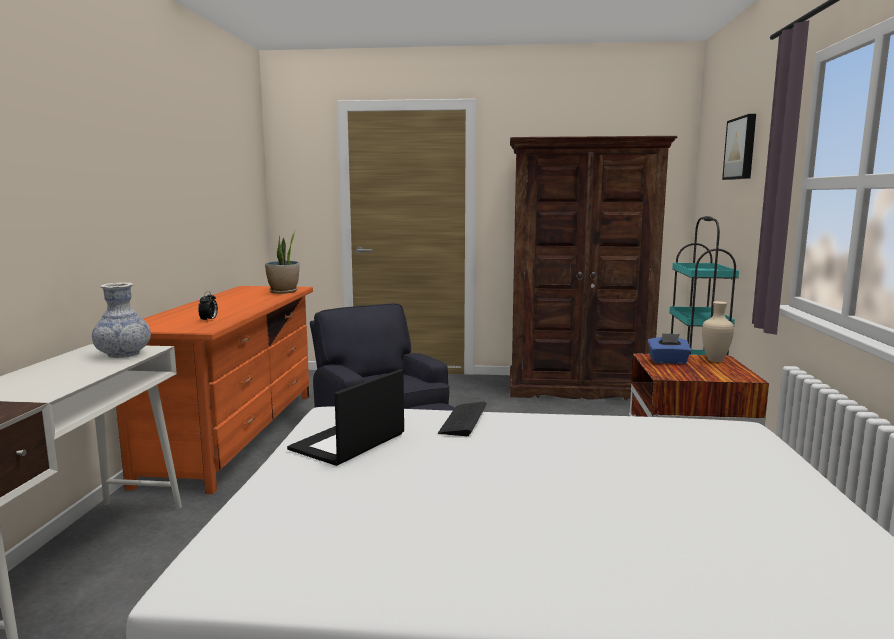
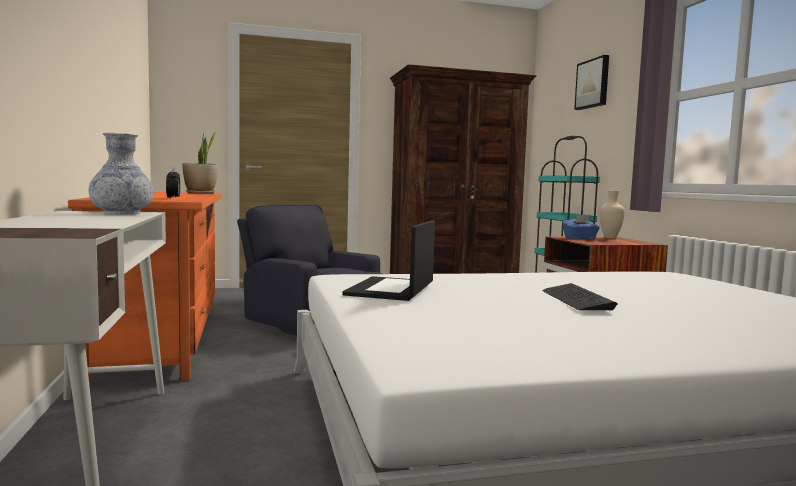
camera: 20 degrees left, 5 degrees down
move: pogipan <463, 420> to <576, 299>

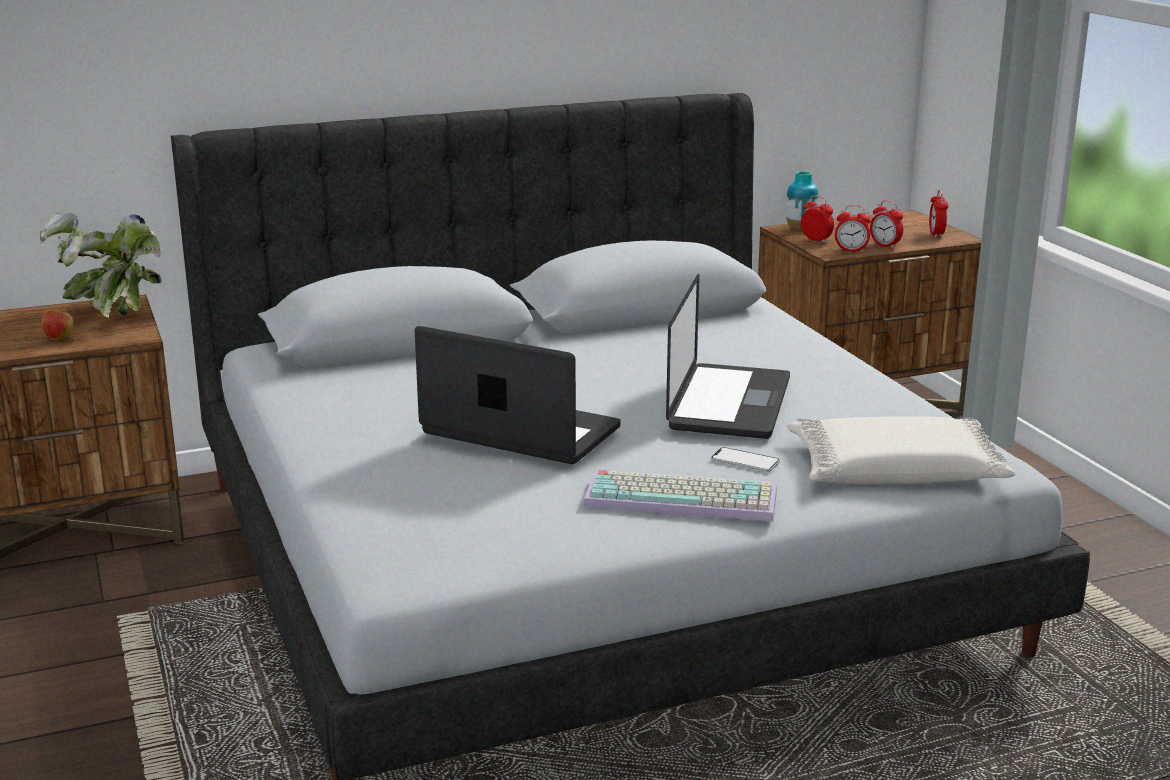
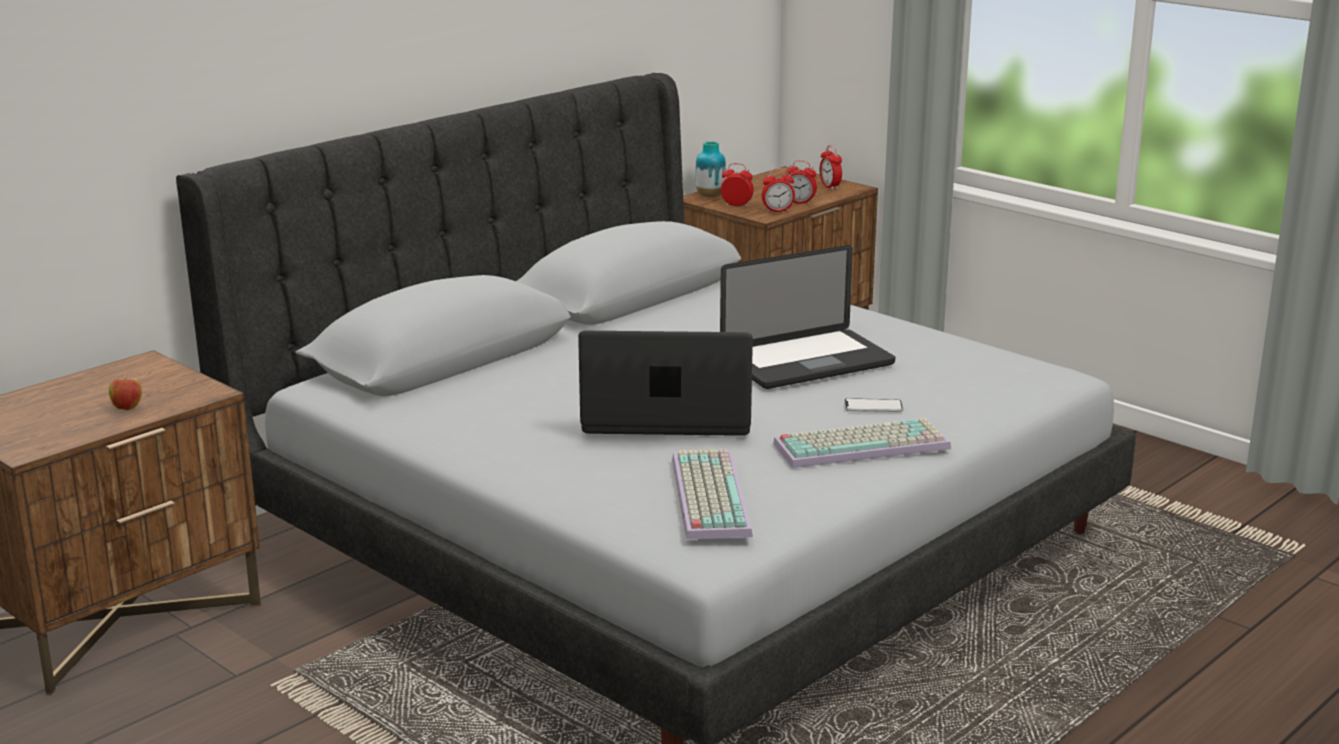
camera: 25 degrees left, 0 degrees up
delete: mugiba <114, 312>; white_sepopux <896, 465>
insert: pogipan <706, 495>
rotate: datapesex <729, 403> = <807, 362> 75 degrees clockwise

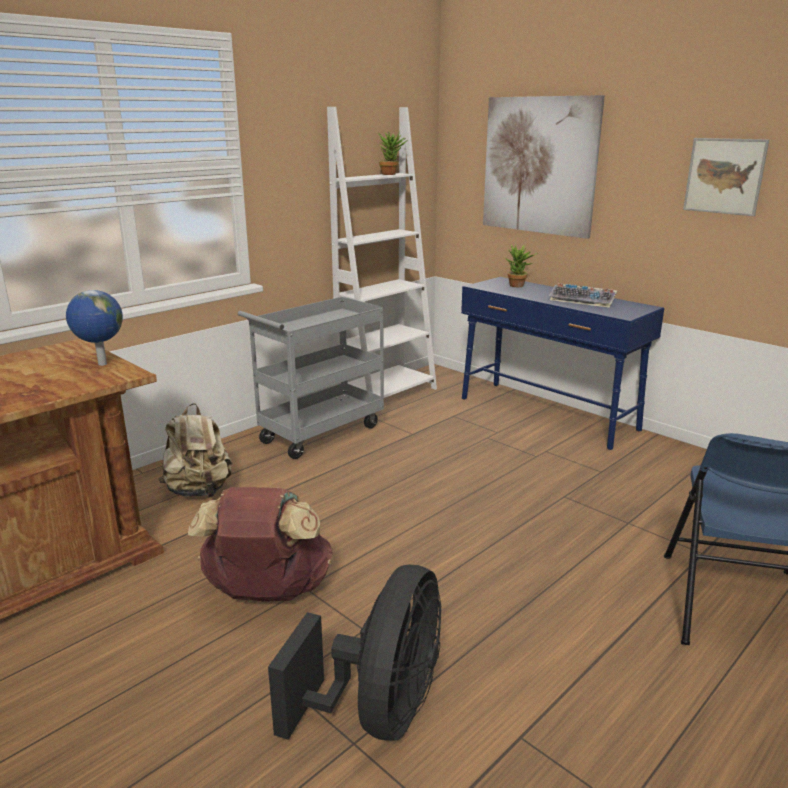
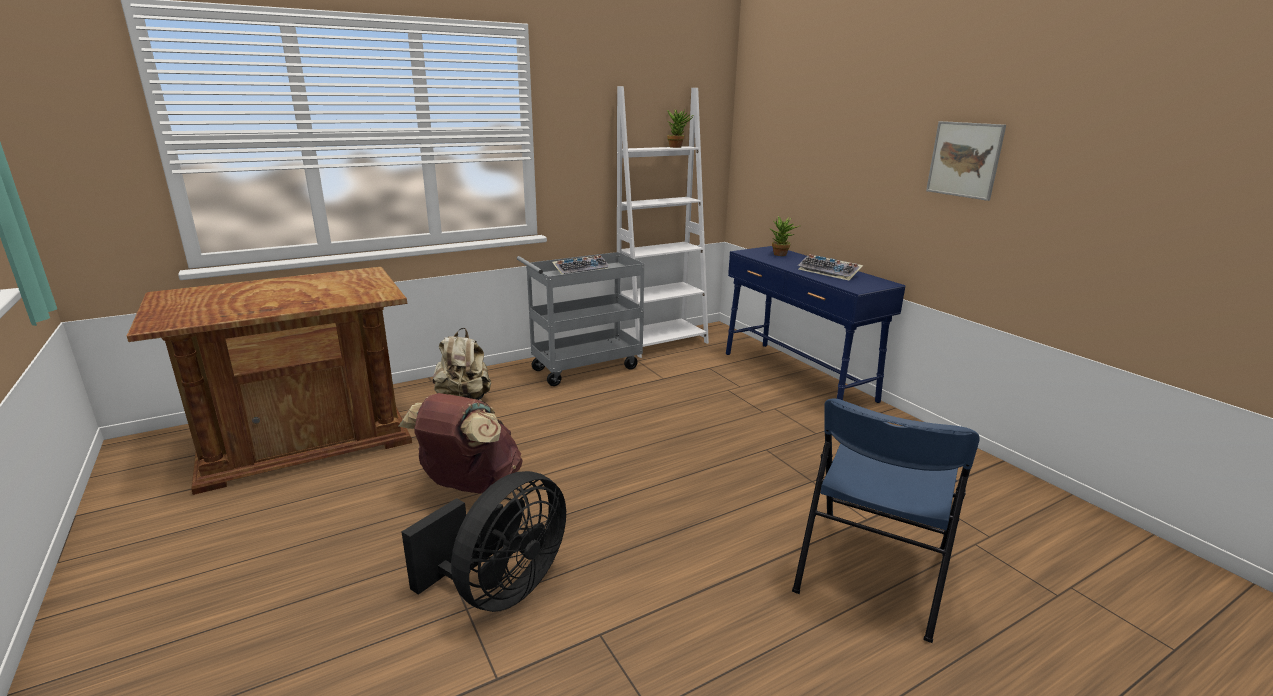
camera: 15 degrees right, 0 degrees up
delete: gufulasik <539, 166>; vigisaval <101, 364>
insert: pogipan <581, 270>

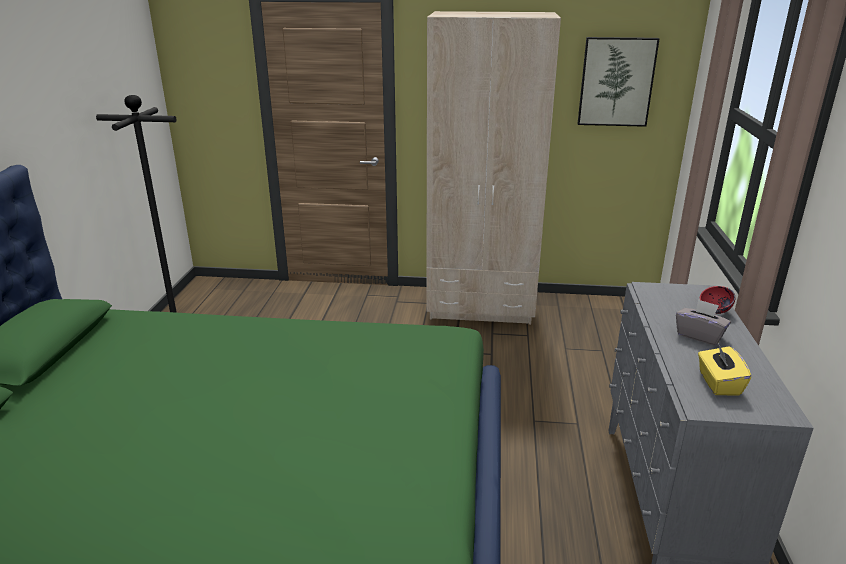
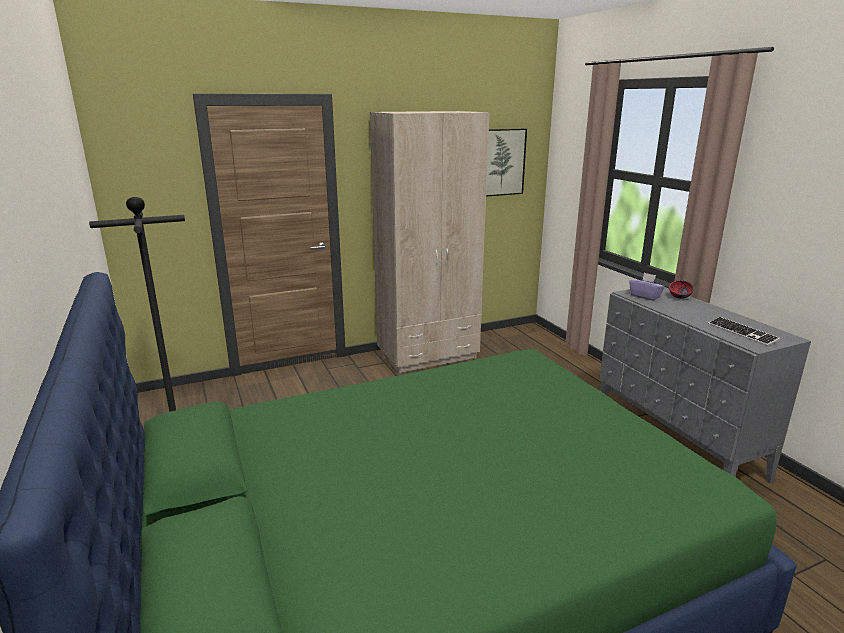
camera: 30 degrees left, 5 degrees down
delete: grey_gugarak <699, 335>
insert: purple_gugarak <645, 296>
replace: yellow_gugarak <718, 383> to pogipan <742, 332>

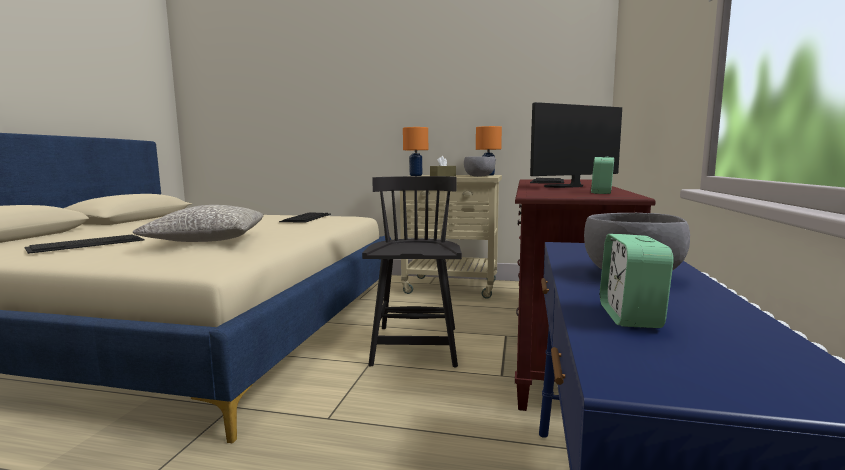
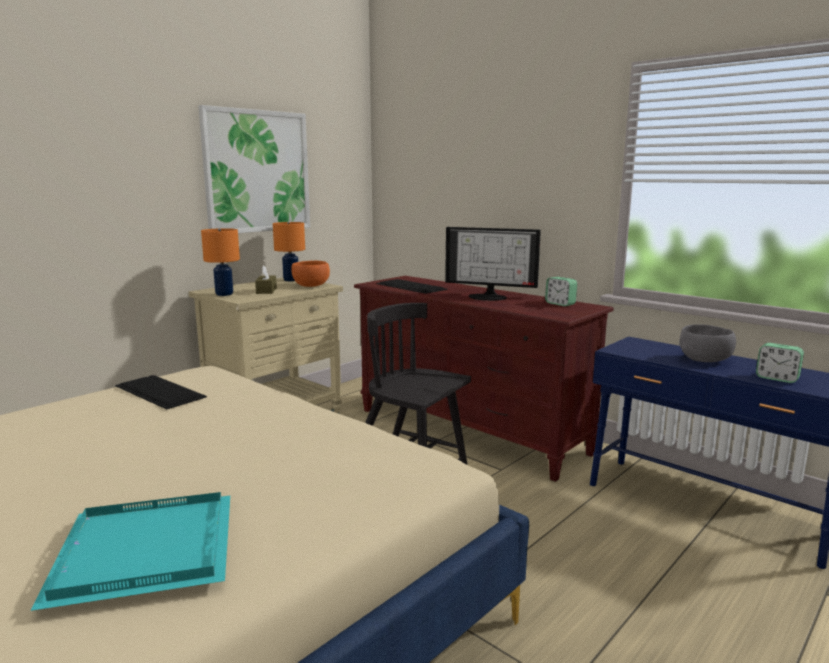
camera: 60 degrees left, 5 degrees up
delete: grey_sepopux <208, 240>
insert: gufulasik <257, 171>
replace: pogipan <88, 243> to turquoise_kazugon <143, 549>
recolor: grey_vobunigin <479, 176> to orange_vobunigin <311, 286>
rotate: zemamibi <566, 186> = <488, 296> 75 degrees counterclockwise

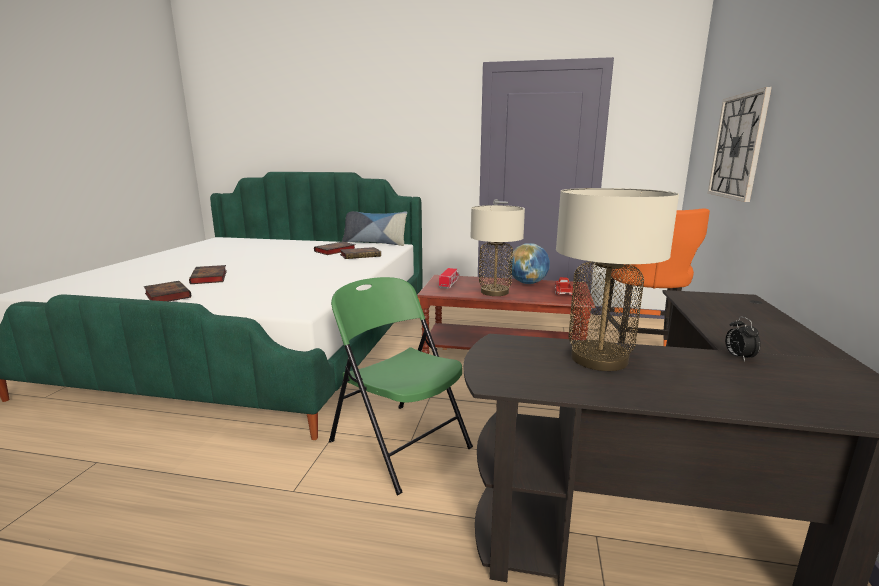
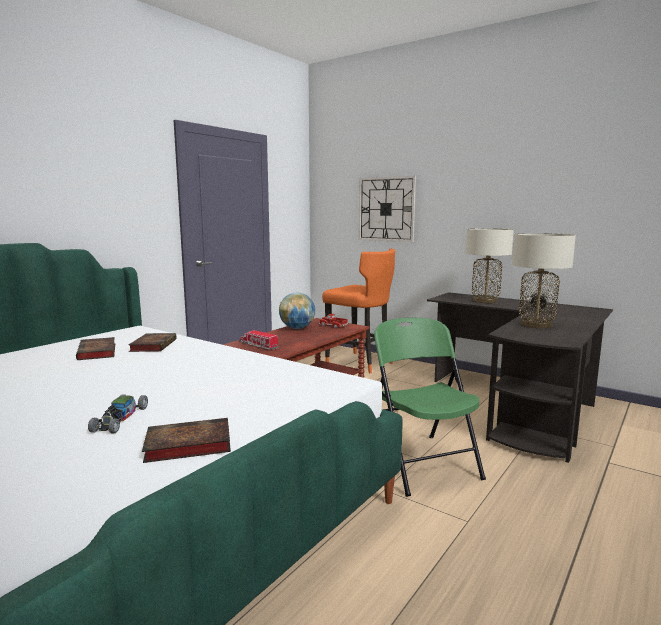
camera: 65 degrees left, 5 degrees down
delete: sepopux <374, 243>
move: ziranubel <494, 292> to <485, 301>
replace: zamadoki <209, 278> to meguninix <120, 419>
rotate: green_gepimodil <400, 444> = <421, 463> 90 degrees clockwise

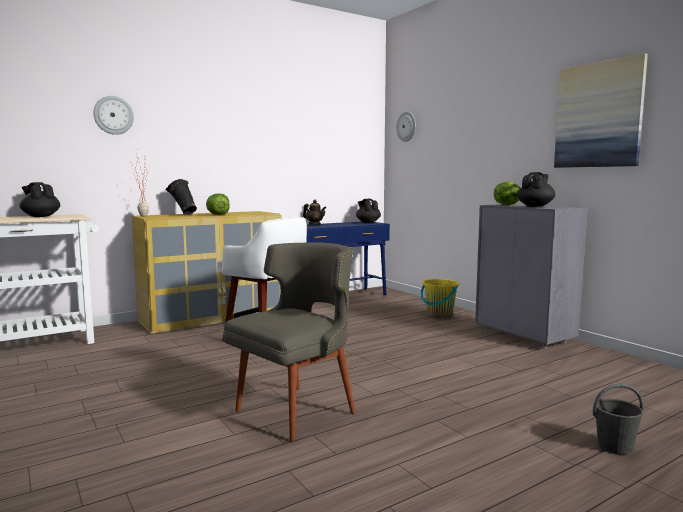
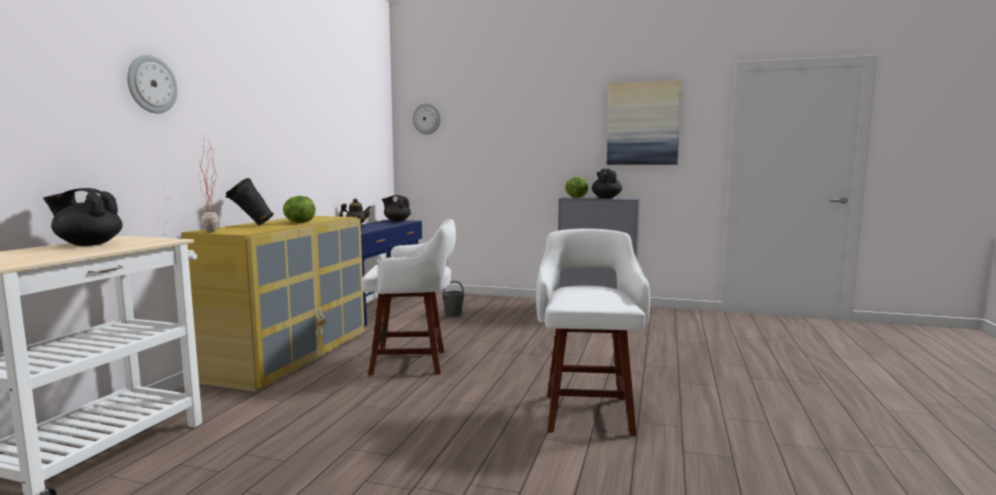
camera: 40 degrees left, 0 degrees up
delete: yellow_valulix <439, 315>
move: grey_valulix <615, 447> to <453, 314>
replace: grey_gepimodil <294, 412> to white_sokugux <588, 411>

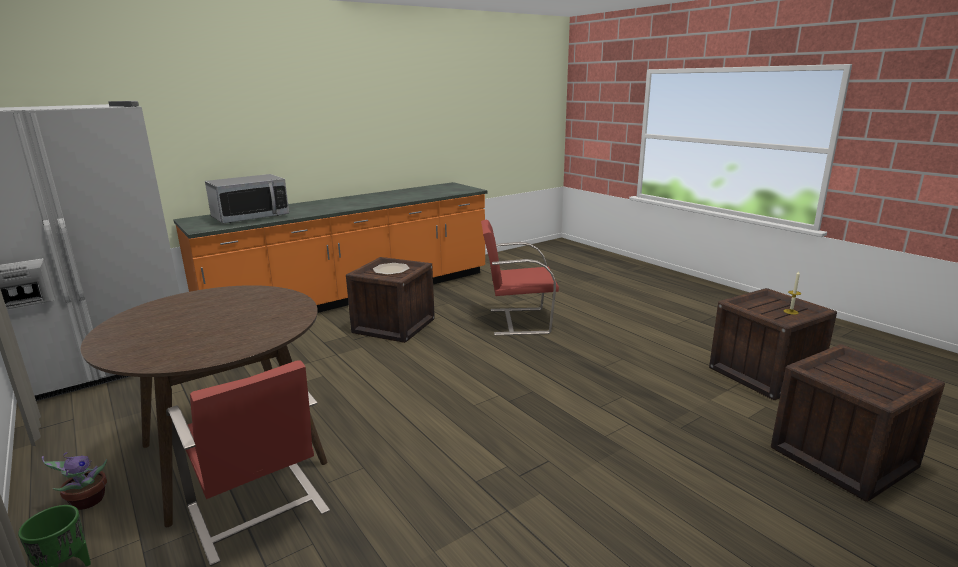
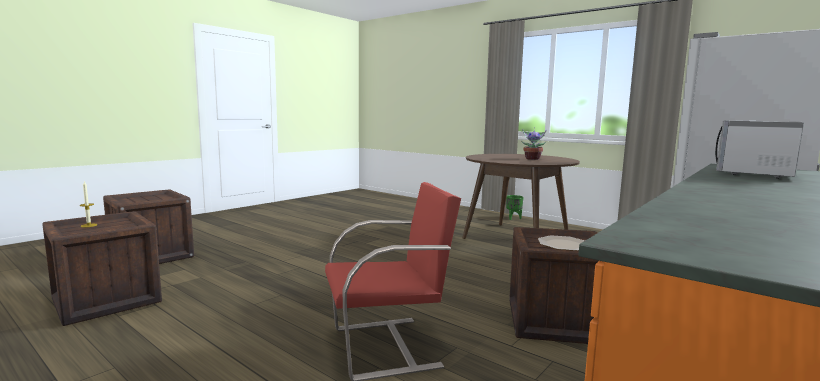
camera: 165 degrees right, 10 degrees down
delete: red_gepimodil <258, 511>
move: mugiba <86, 502> to <532, 159>

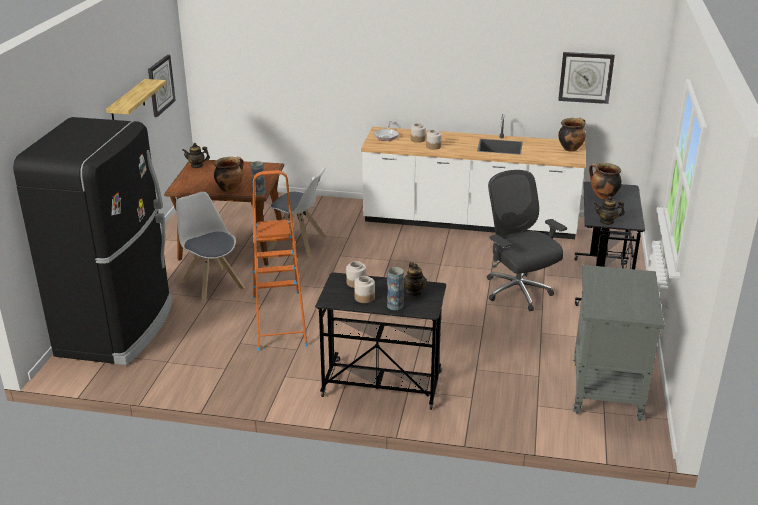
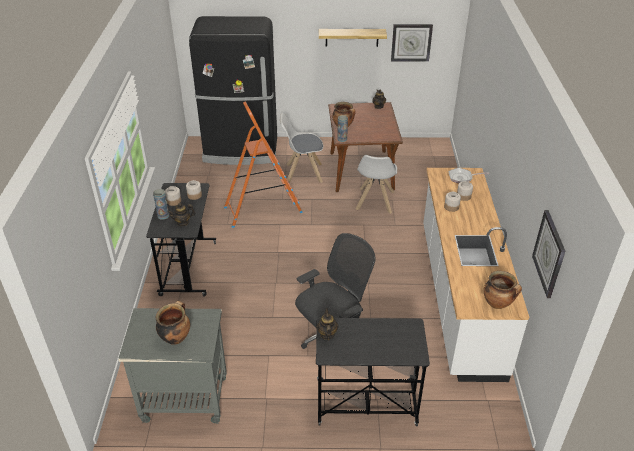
camera: 80 degrees right, 10 degrees up
move: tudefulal <603, 196> to <175, 337>
rotate: gepimodil <211, 284> = <302, 173> 135 degrees counterclockwise

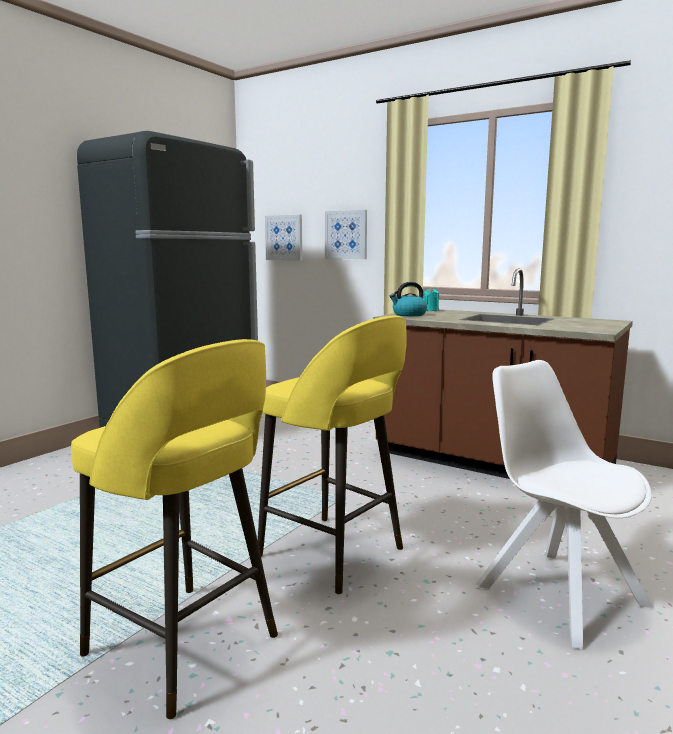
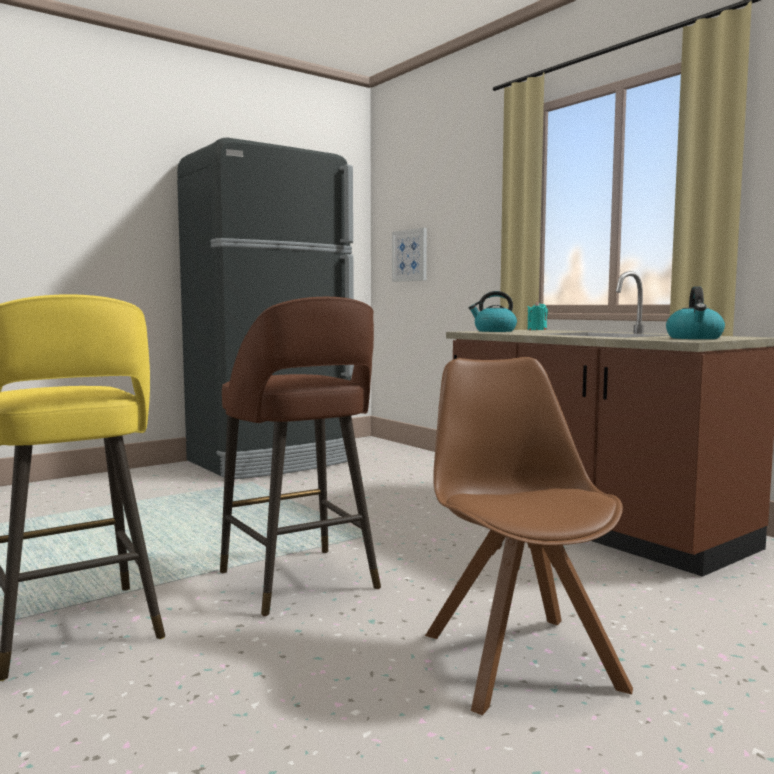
camera: 20 degrees right, 5 degrees down
delete: gufulasik <346, 235>
insert: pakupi <694, 338>
recolor: yellow_sokugux <334, 554> to brown_sokugux <300, 582>; white_gepimodil <557, 592> to brown_gepimodil <519, 658>

